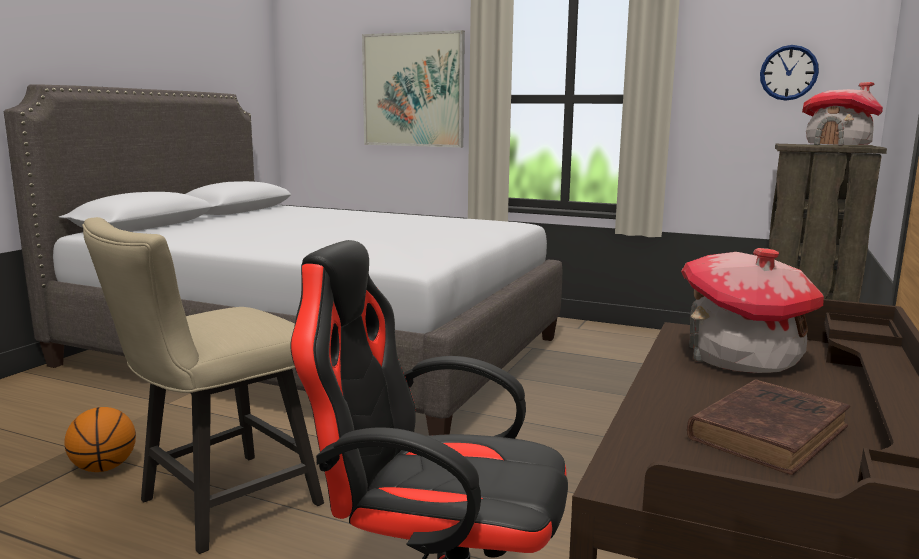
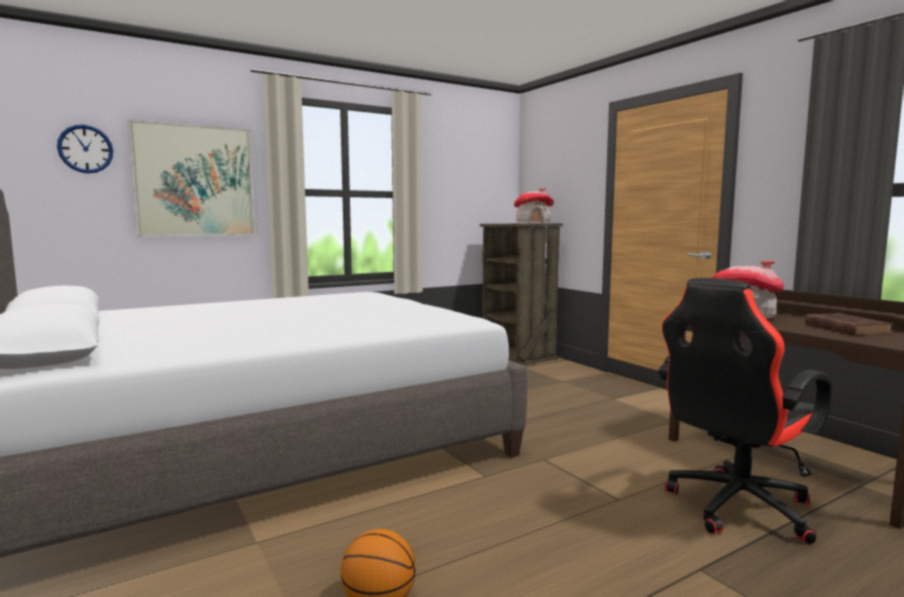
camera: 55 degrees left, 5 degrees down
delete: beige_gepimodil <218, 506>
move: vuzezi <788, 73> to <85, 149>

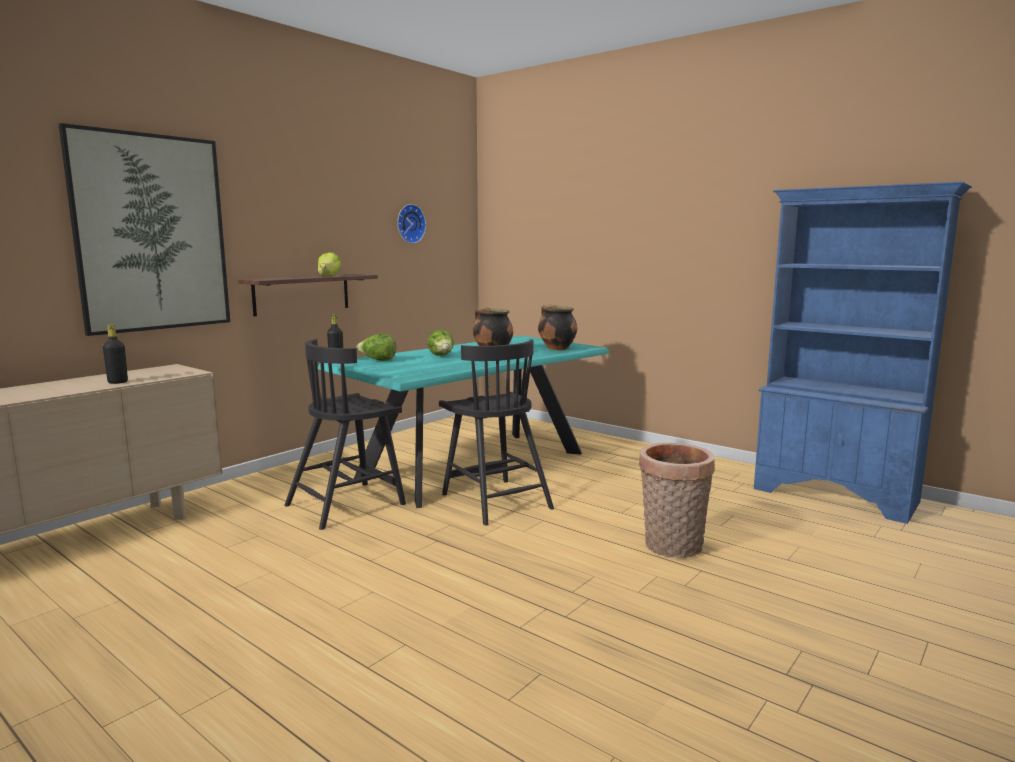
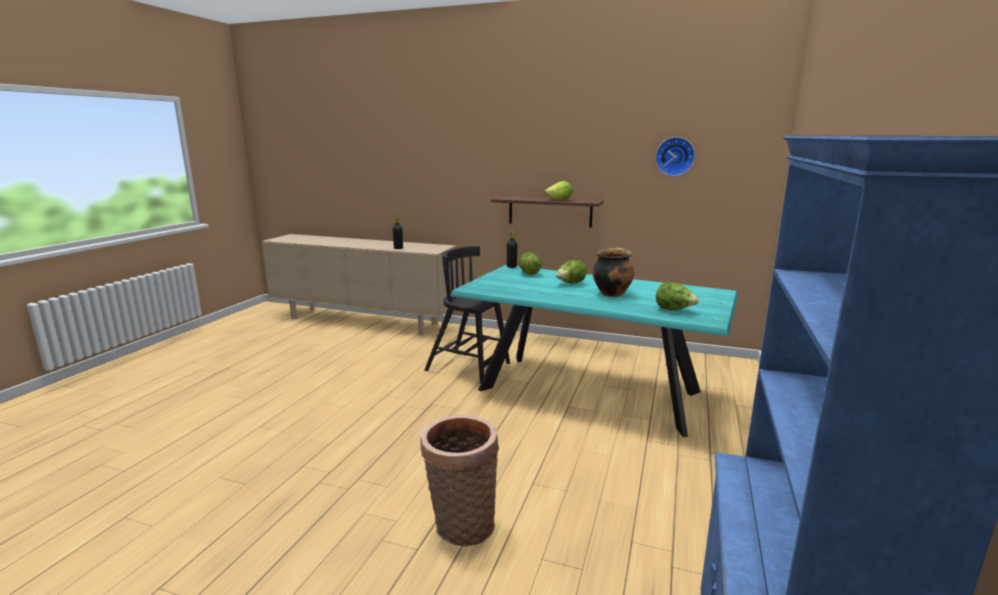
camera: 70 degrees right, 5 degrees up
delete: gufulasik <152, 233>; black_gepimodil <494, 500>
replace: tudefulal <556, 348> to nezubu <674, 310>

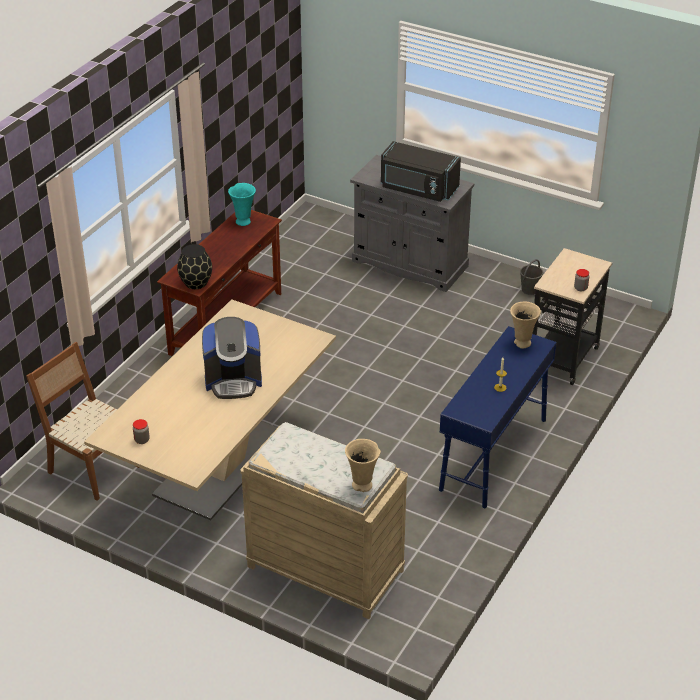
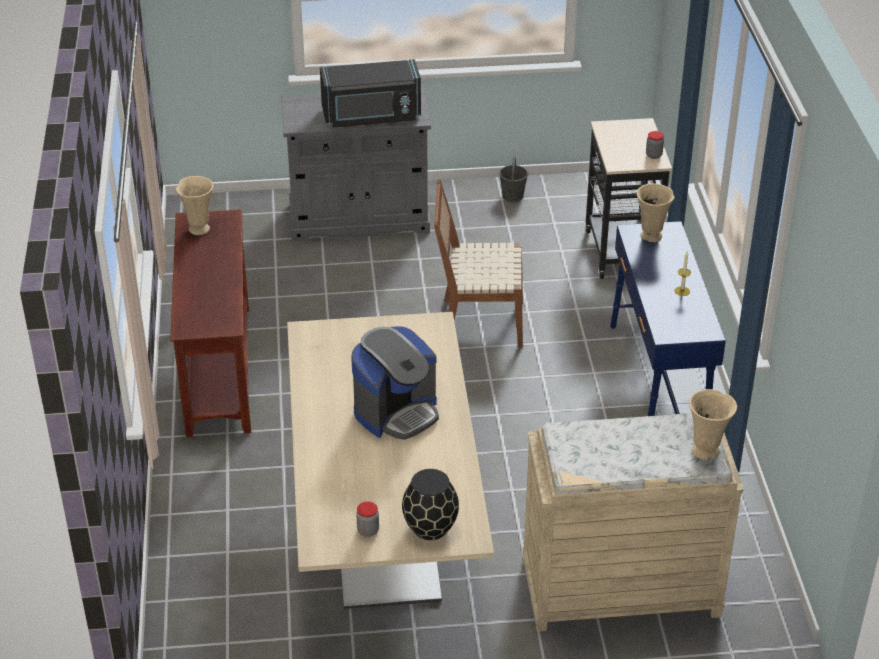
camera: 35 degrees left, 0 degrees up
move: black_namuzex <196, 282> to <430, 527>; gepimodil <92, 467> to <477, 323>
recolor: turquoise_namuzex <243, 221> to beige_namuzex <199, 228>

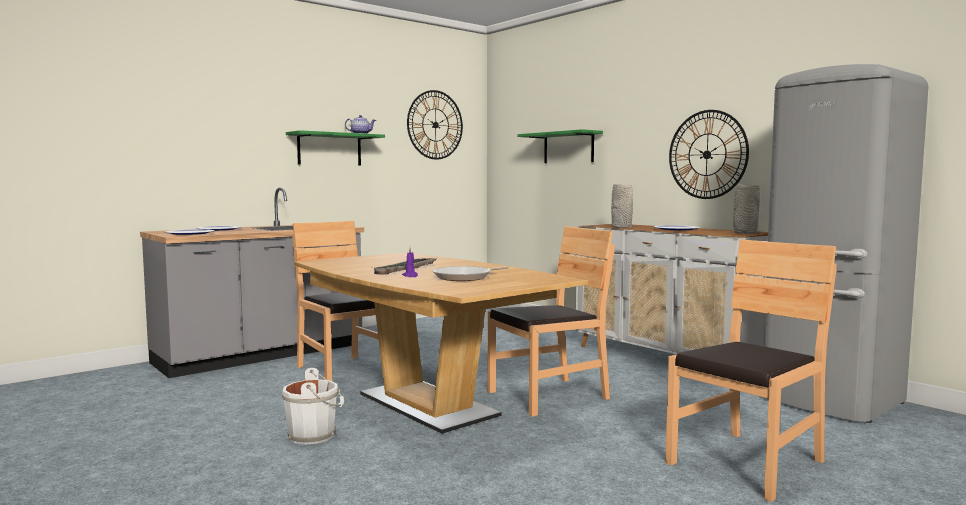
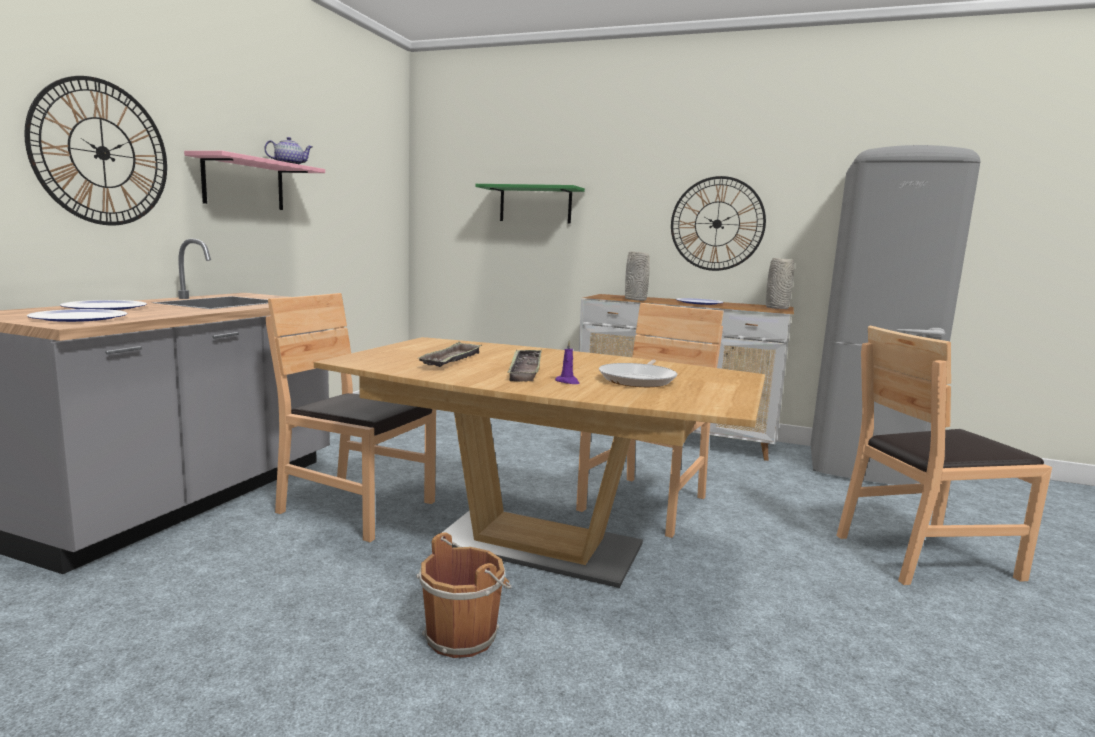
camera: 30 degrees left, 5 degrees up
insert: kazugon <452, 360>
move: vuzezi <435, 125> to <102, 153>
recolor: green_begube <329, 149> to pink_begube <244, 183>; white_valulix <314, 435> to brown_valulix <464, 634>
rotate: brown_gepimodil <747, 463> = <924, 555> 120 degrees counterclockwise

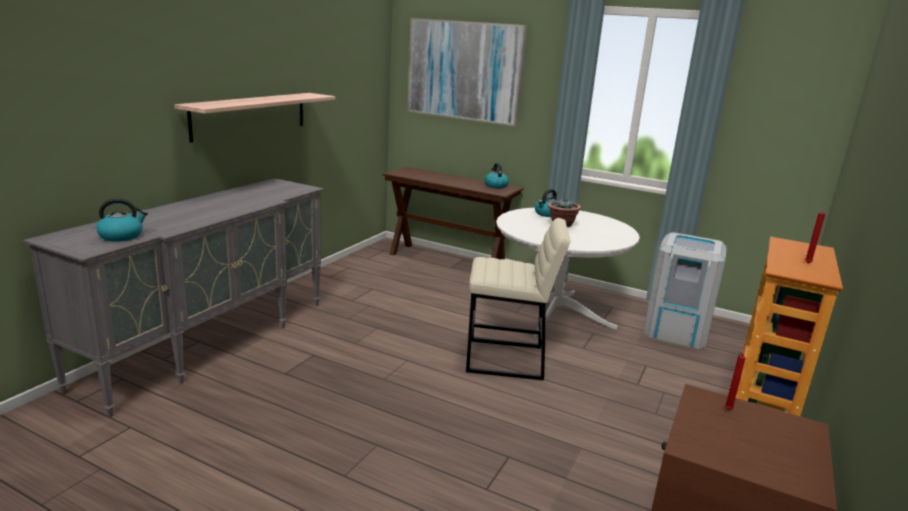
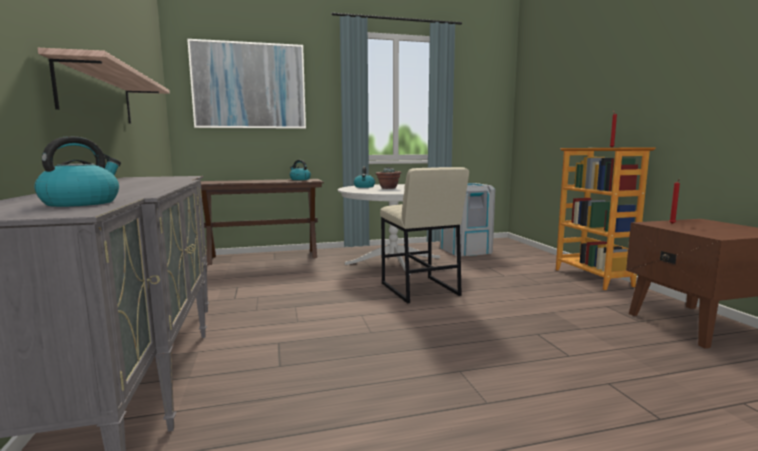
camera: 40 degrees left, 10 degrees down
rotate: beige_gepimodil <507, 359> = <420, 290> 105 degrees clockwise

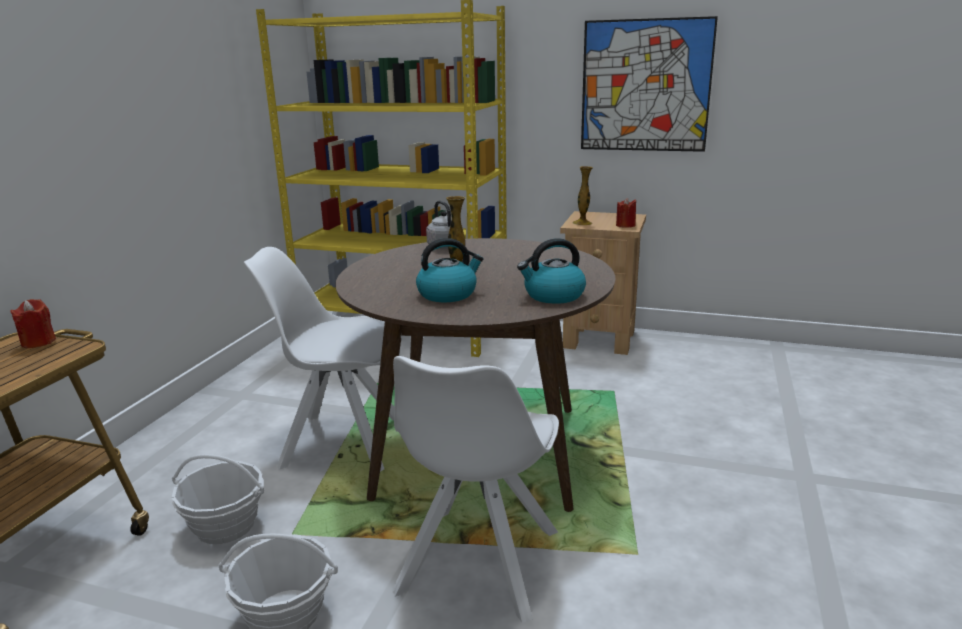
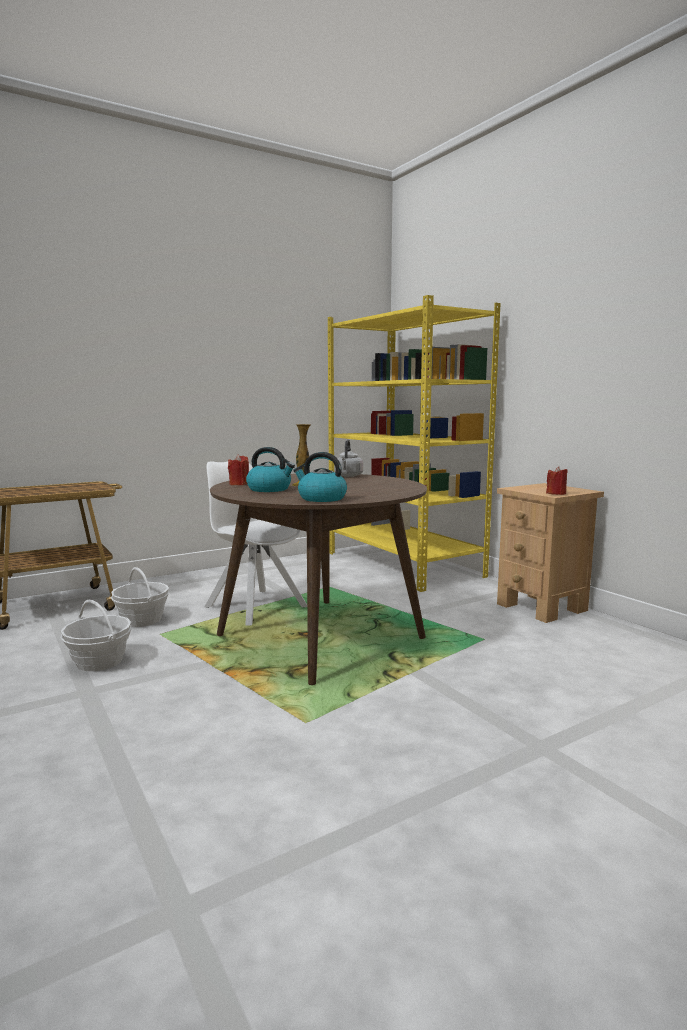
camera: 40 degrees right, 10 degrees down
delete: gufulasik <645, 86>; namuzex <582, 223>; white_gepimodil <477, 563>
move: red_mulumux <38, 342> to <239, 484>

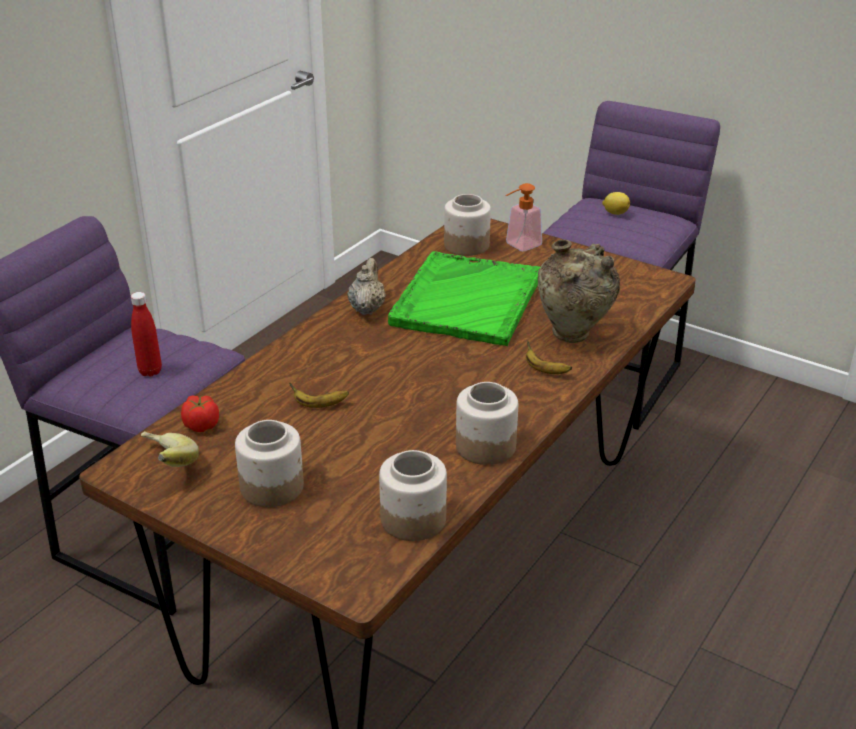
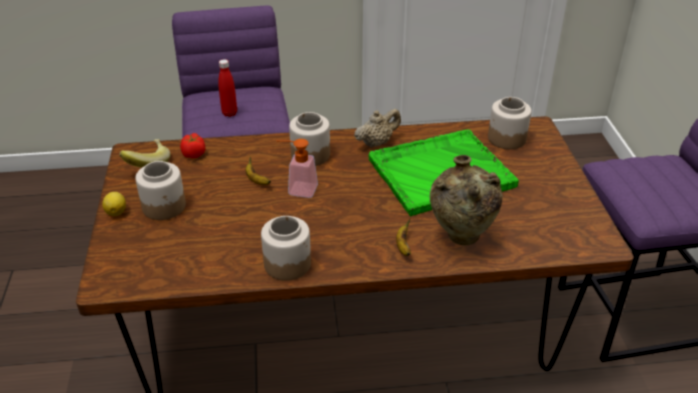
camera: 50 degrees right, 5 degrees up
move: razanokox <519, 246> to <297, 189>; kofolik <615, 213> to <116, 211>; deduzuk <412, 519> to <310, 154>

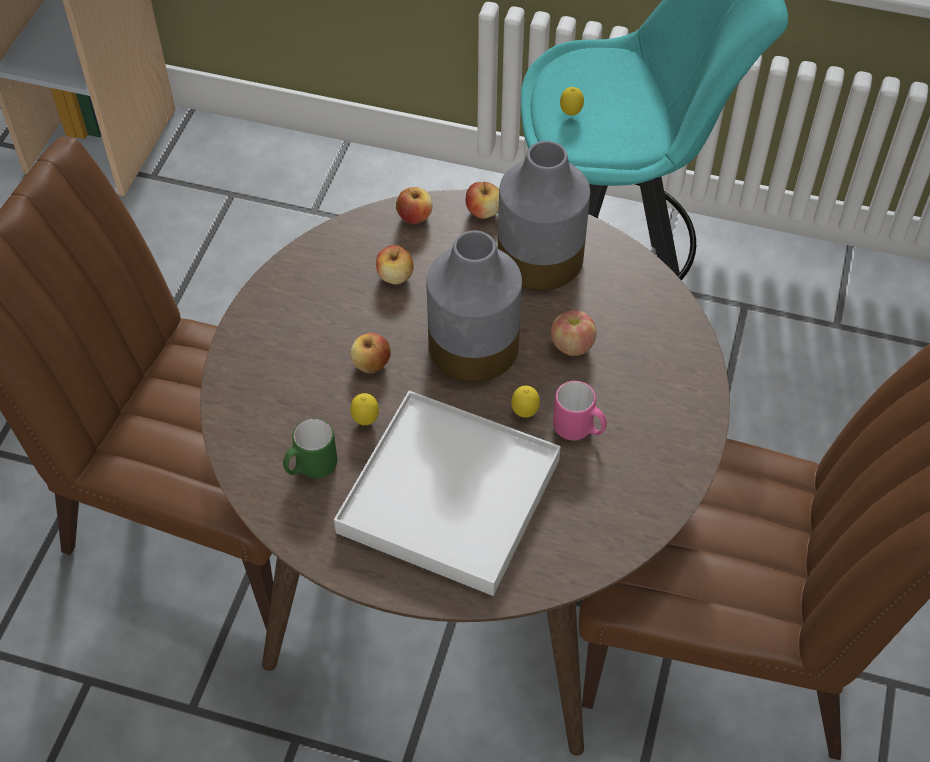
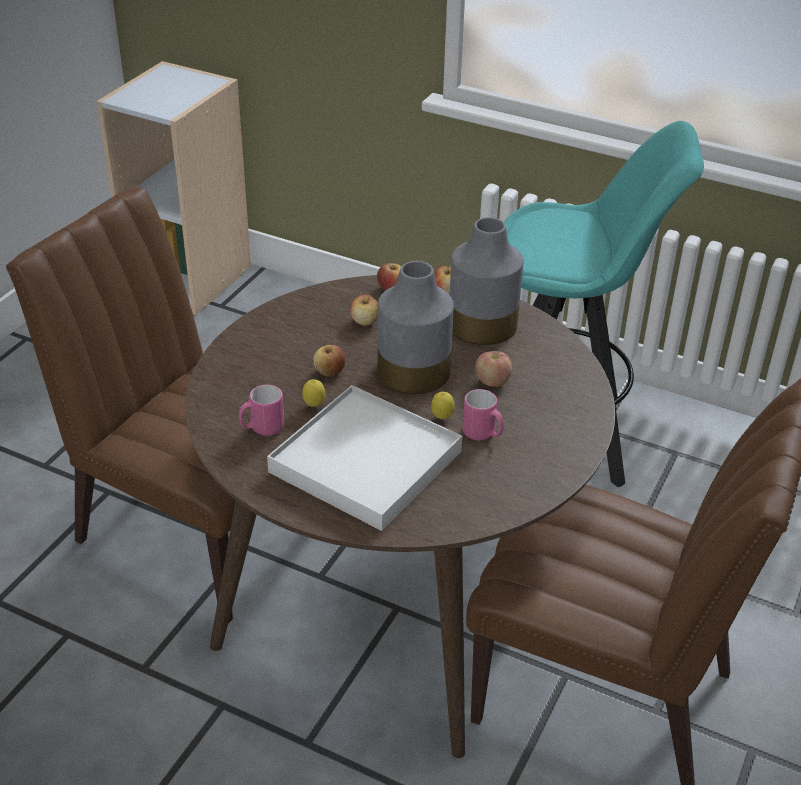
camera: 10 degrees right, 15 degrees down
delete: kofolik <570, 114>
recolor: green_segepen <310, 467> to pink_segepen <262, 428>

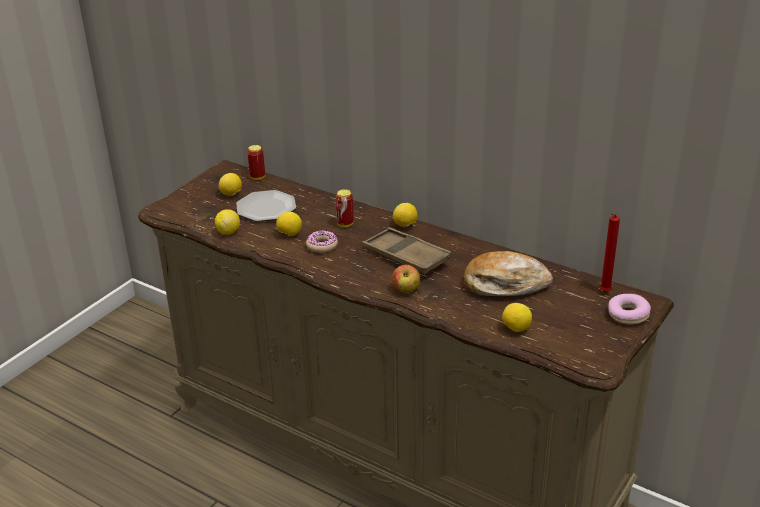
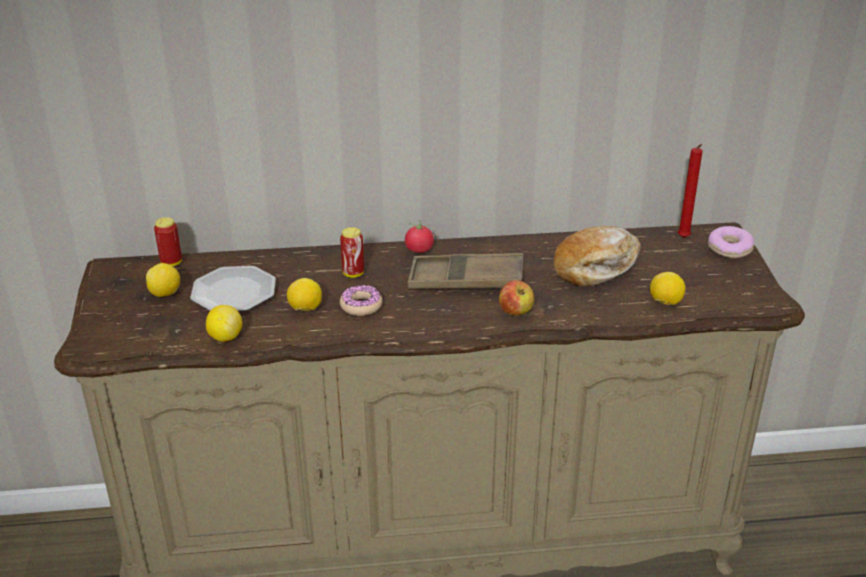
camera: 40 degrees left, 0 degrees up
replace: kofolik <405, 225> to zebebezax <419, 250>

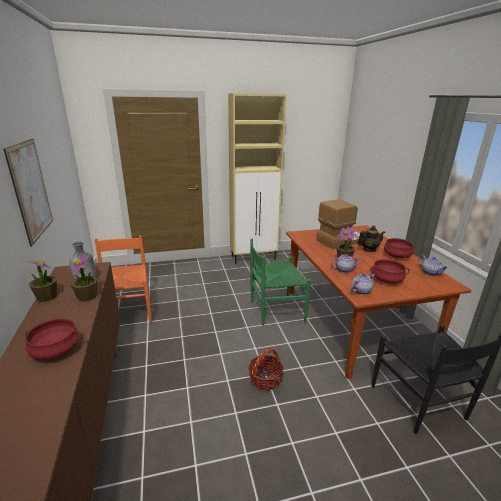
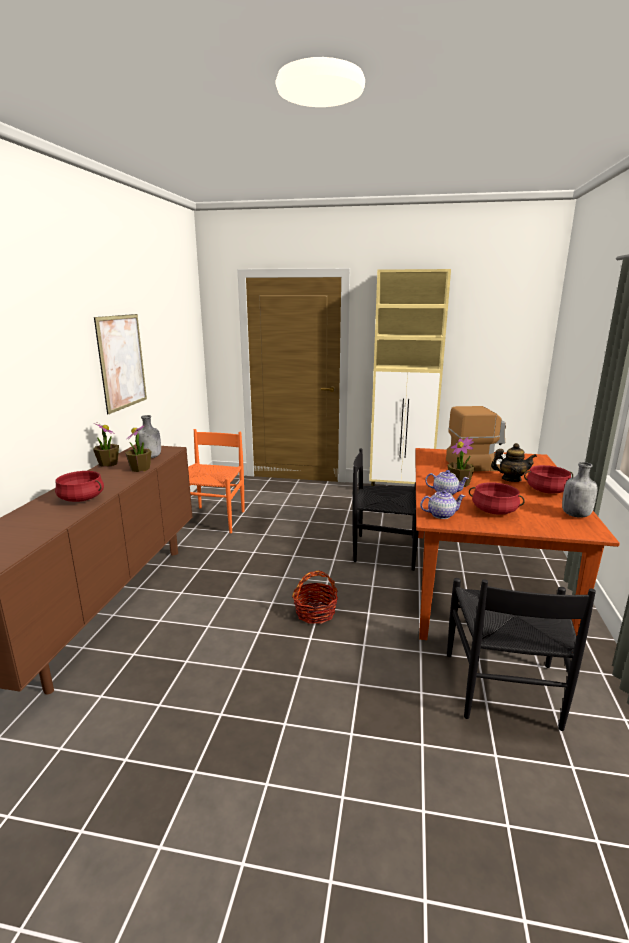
camera: 25 degrees right, 5 degrees down
replace: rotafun <430, 273> to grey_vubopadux <576, 515>
recolor: green_gepimodil <276, 310> to black_gepimodil <384, 551>

